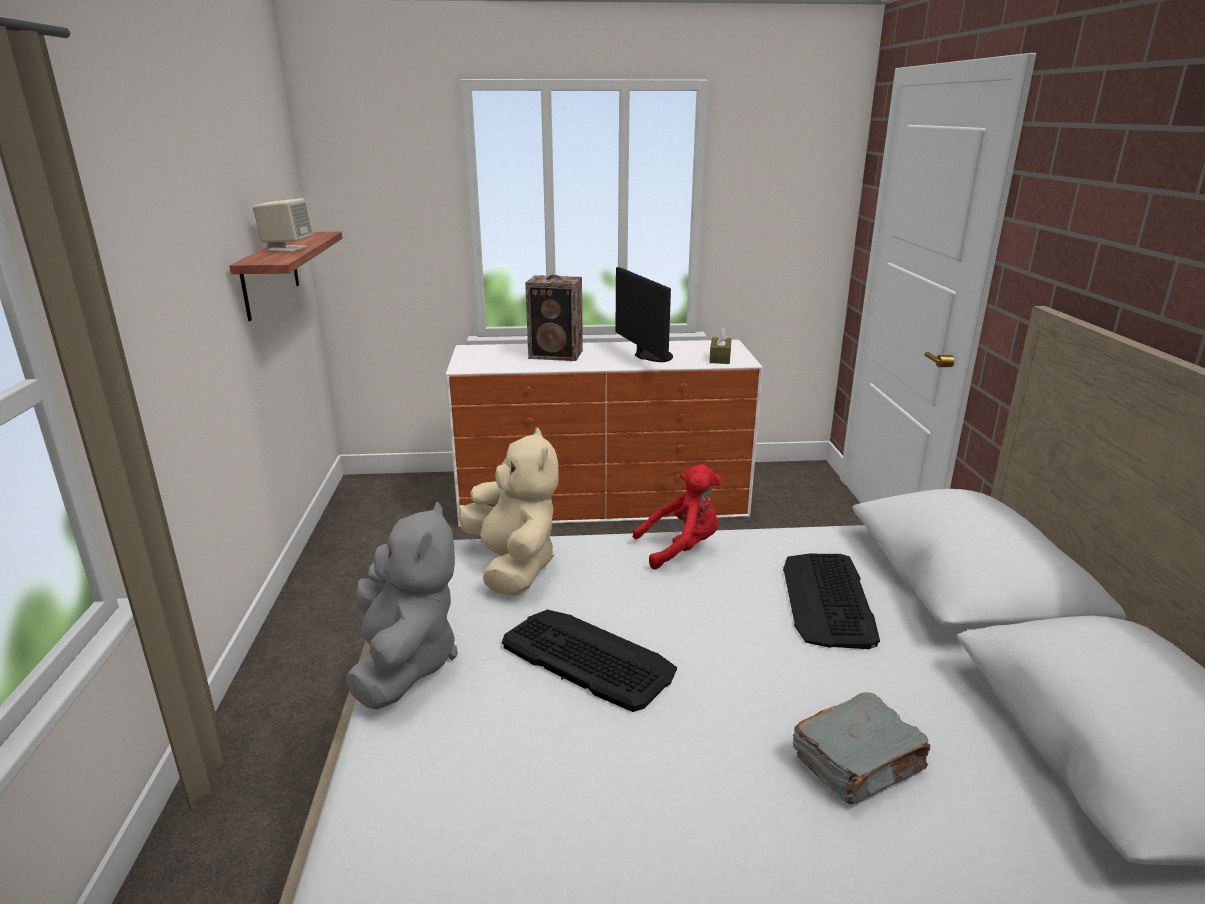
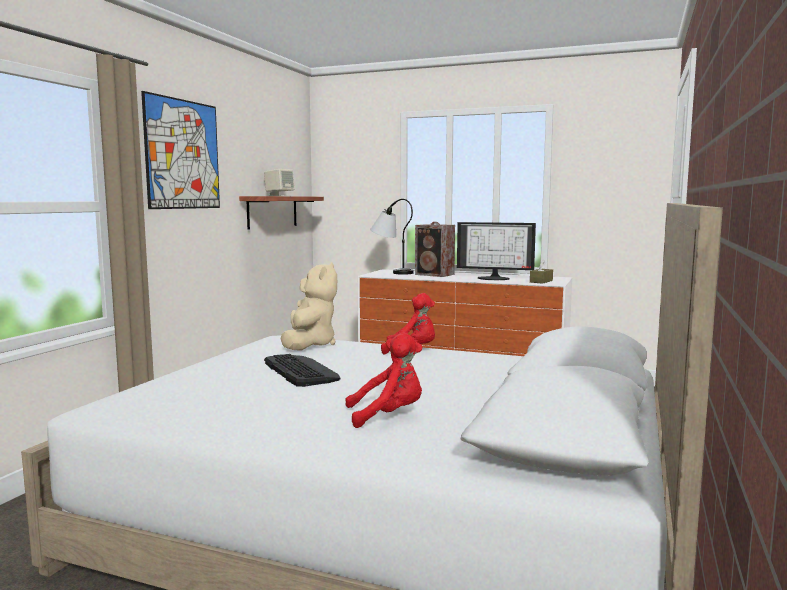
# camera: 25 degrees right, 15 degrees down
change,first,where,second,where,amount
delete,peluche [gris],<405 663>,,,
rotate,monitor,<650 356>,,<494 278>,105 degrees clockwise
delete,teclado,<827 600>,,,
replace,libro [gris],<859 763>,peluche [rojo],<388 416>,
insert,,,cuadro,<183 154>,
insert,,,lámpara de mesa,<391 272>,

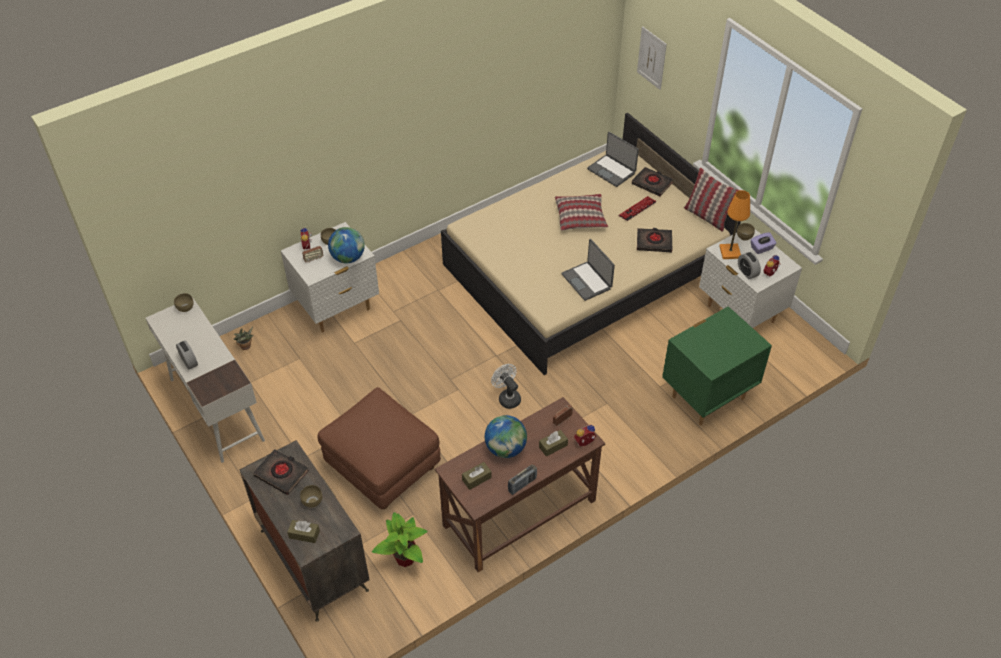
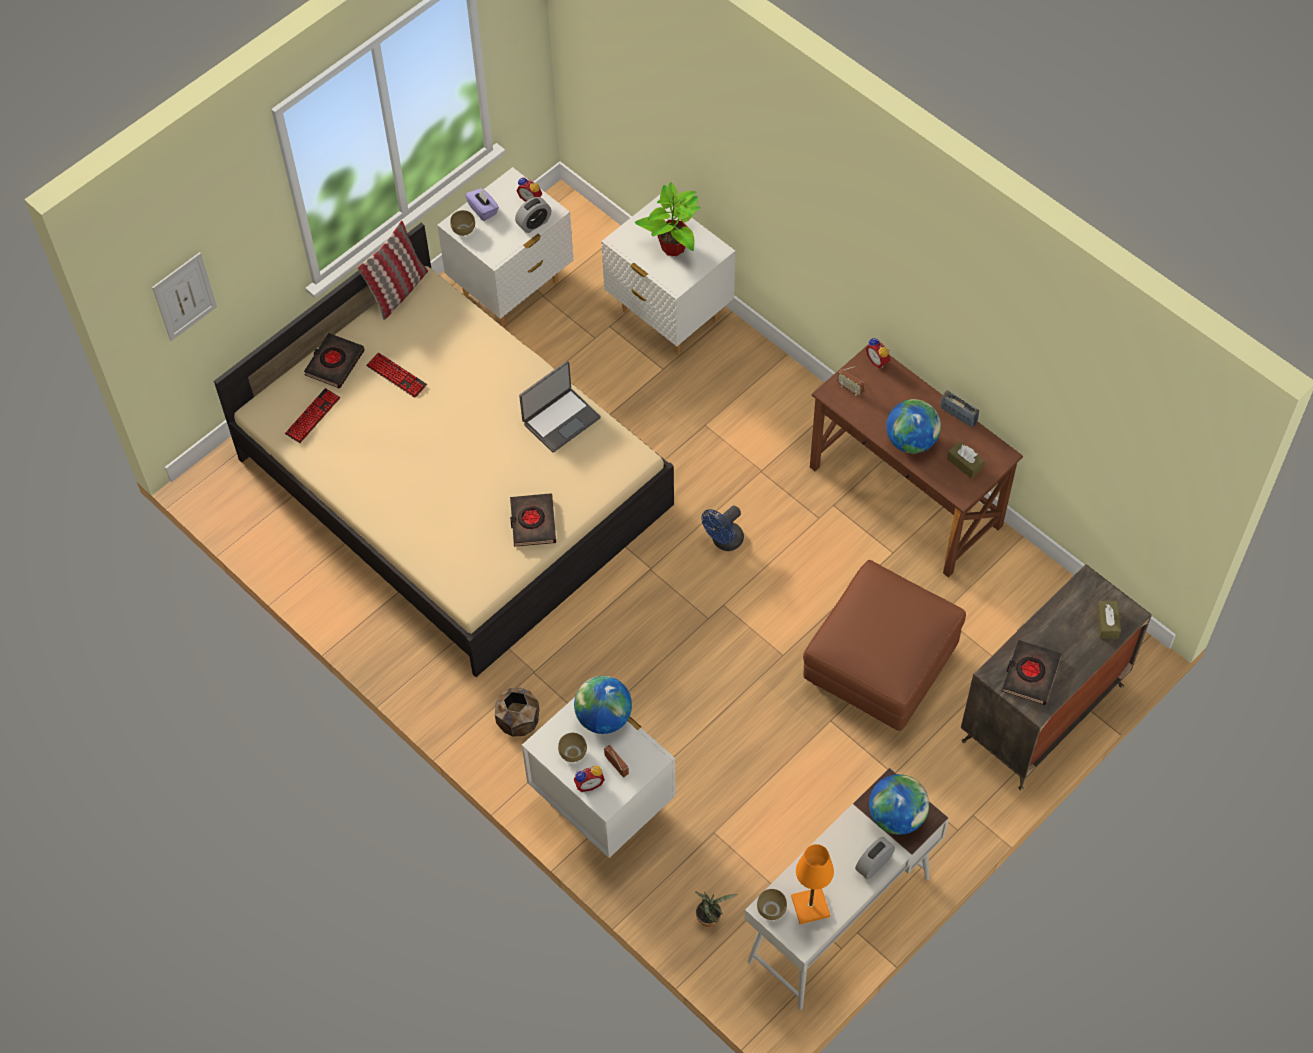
# camera: 100 degrees left, 10 degrees up
change,first,where,second,where,amount
delete,cuenco [marrón],<313 502>,,,
move,planta en maceta,<405 558>,,<673 247>,
recolor,ventilador [blanco],<507 397>,ventilador [azul],<724 542>,
delete,caja de pañuelos [marrón],<553 446>,,,
delete,cojín,<580 217>,,,
replace,portátil,<612 171>,teclado,<312 416>,
move,libro [negro],<654 242>,,<532 522>,
recolor,mesita de noche [verde],<707 397>,mesita de noche [blanco],<669 316>,
move,lámpara de mesa [naranja],<730 252>,,<810 906>,
insert,,,maceta [marrón],<517 722>,
insert,,,globo terráqueo,<896 816>,

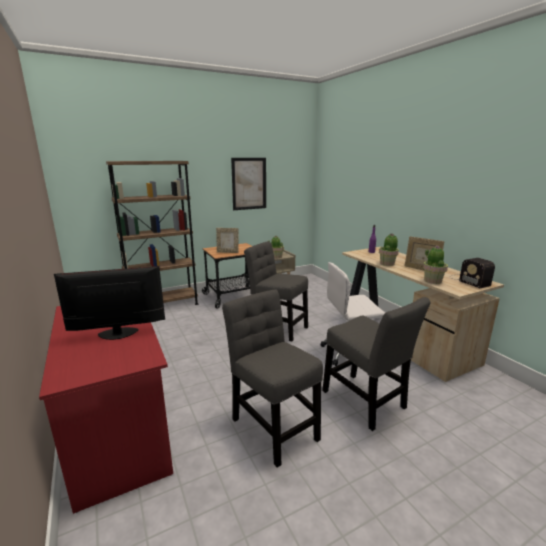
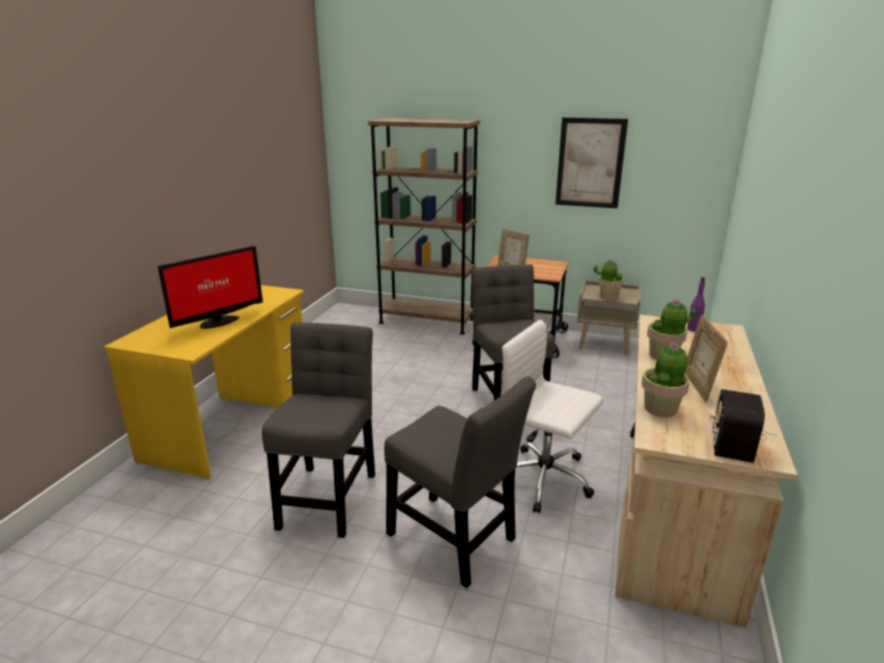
# camera: 45 degrees right, 5 degrees up
change,first,where,second,where,amount
recolor,escritorio [rojo],<118 426>,escritorio [amarillo],<231 420>,
rotate,monitor,<119 333>,,<217 322>,105 degrees clockwise
rotate,silla [gris],<366 402>,,<455 541>,60 degrees counterclockwise

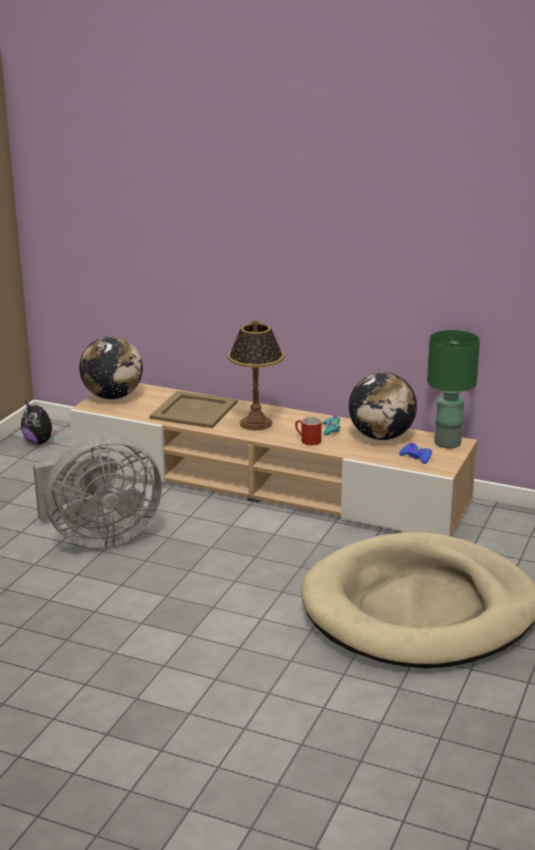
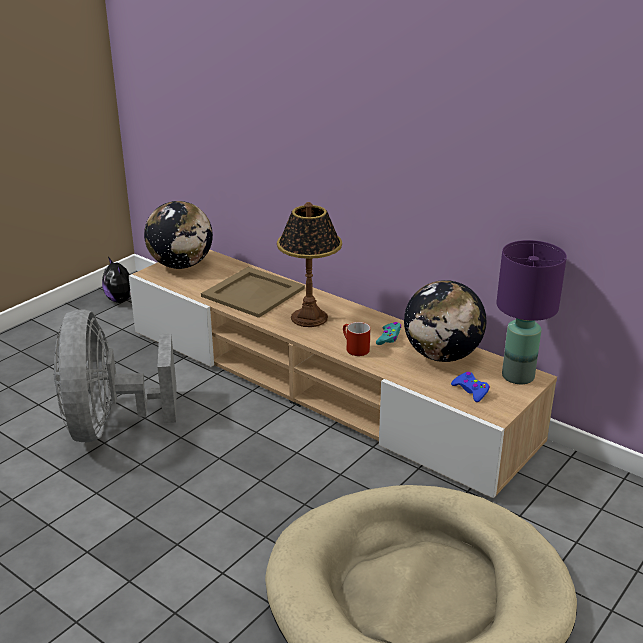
# camera: 15 degrees right, 5 degrees up
change,first,where,second,where,amount
rotate,ventilador [gris],<99 537>,,<110 425>,90 degrees clockwise
recolor,lámpara de mesa [verde],<447 443>,lámpara de mesa [morado],<517 376>,

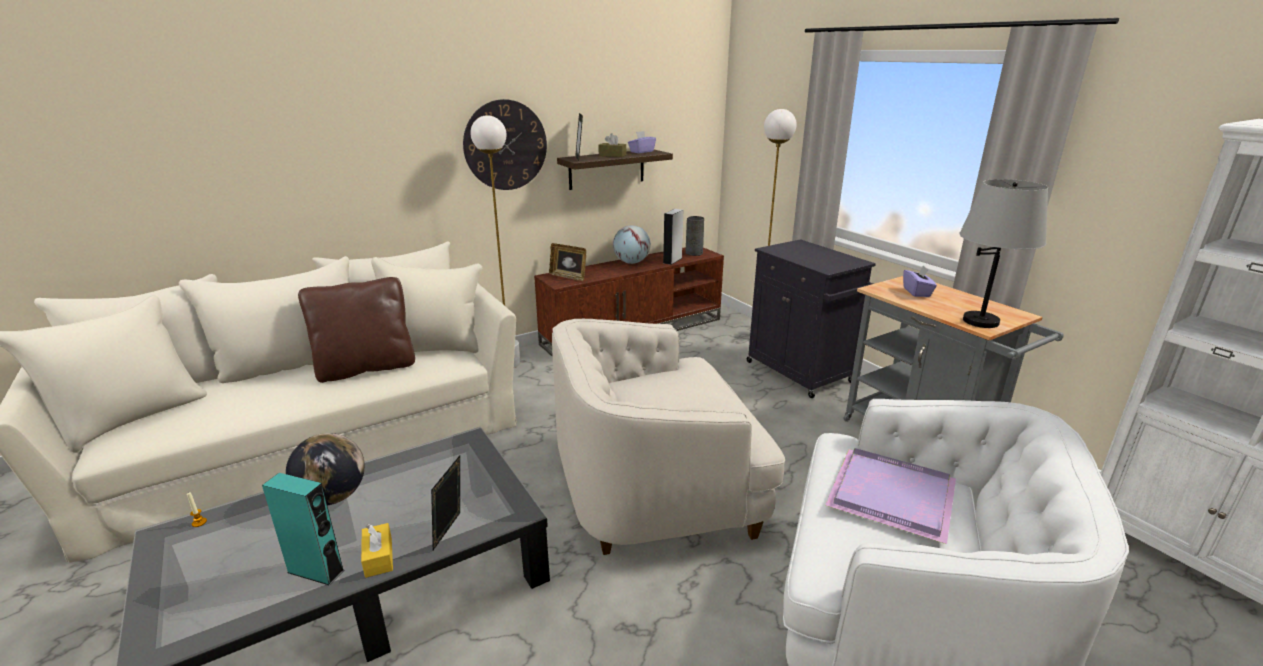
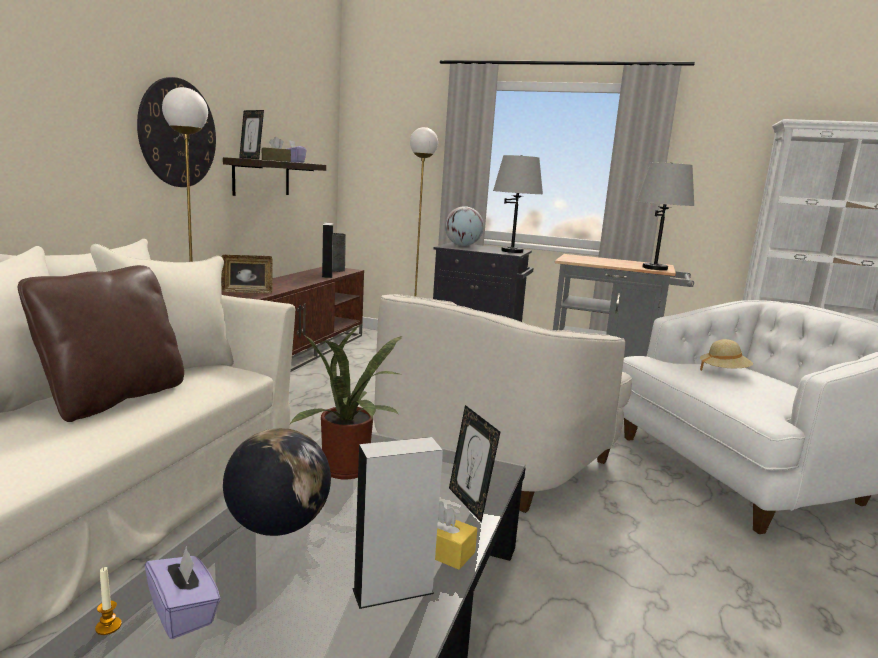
# camera: 40 degrees left, 10 degrees down
change,first,where,second,where,amount
recolor,altavoz [turquesa],<316 571>,altavoz [gris],<393 591>,
move,globo terráqueo,<631 262>,,<462 245>,
replace,bandeja [morado],<889 493>,sombrero [beis],<723 372>,
move,caja de pañuelos [morado],<917 292>,,<183 612>,
insert,,,planta en maceta,<349 471>,
insert,,,lámpara de mesa [gris],<512 251>,

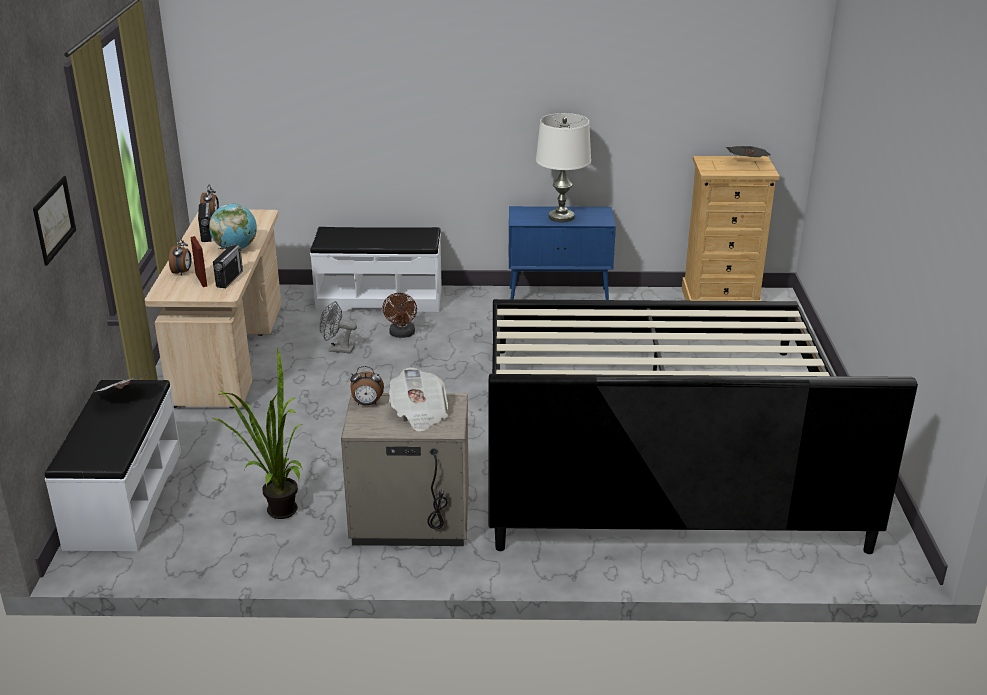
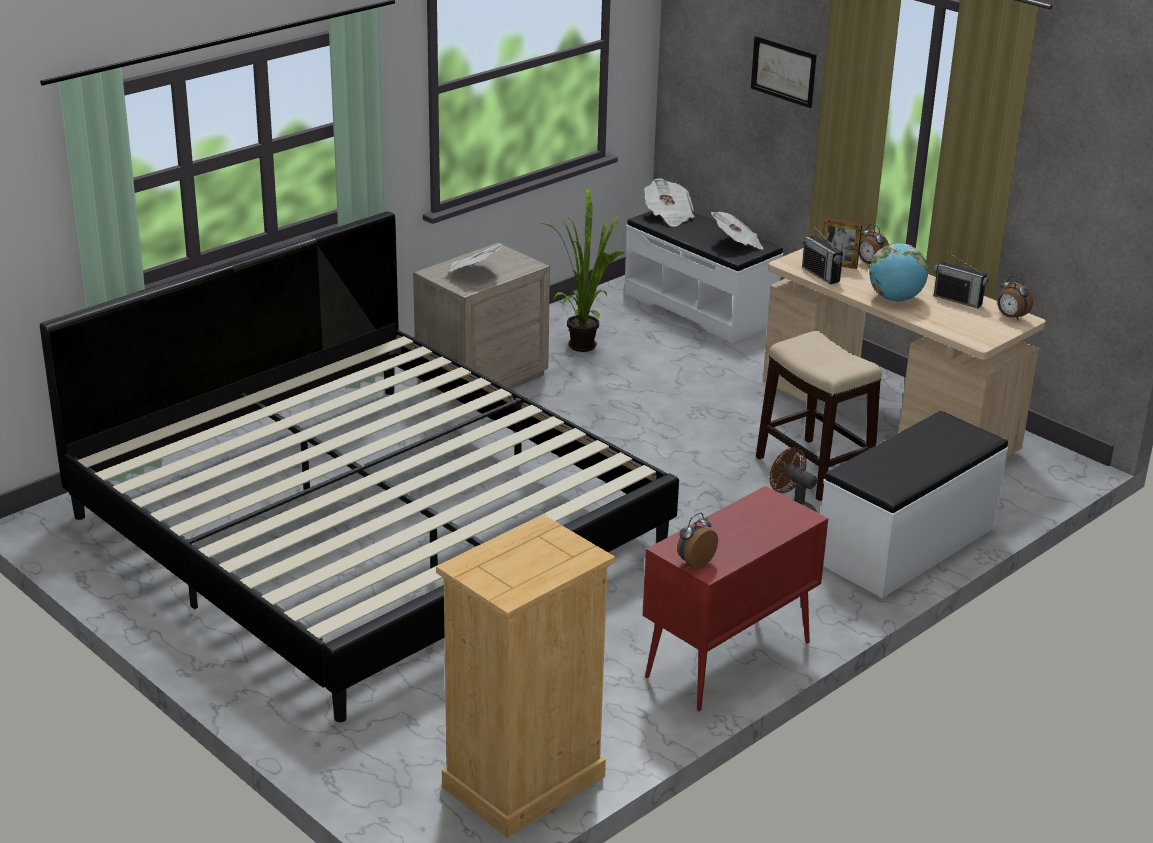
# camera: 135 degrees right, 0 degrees up
change,first,where,second,where,amount
replace,ventilador [gris],<337 349>,taburete,<813 469>,
move,despertador,<367 404>,,<694 562>,
recolor,armario [azul],<559 298>,armario [rojo],<727 660>,
delete,lámpara de mesa [blanco],<561 217>,,,
move,periódico,<747 163>,,<668 216>,

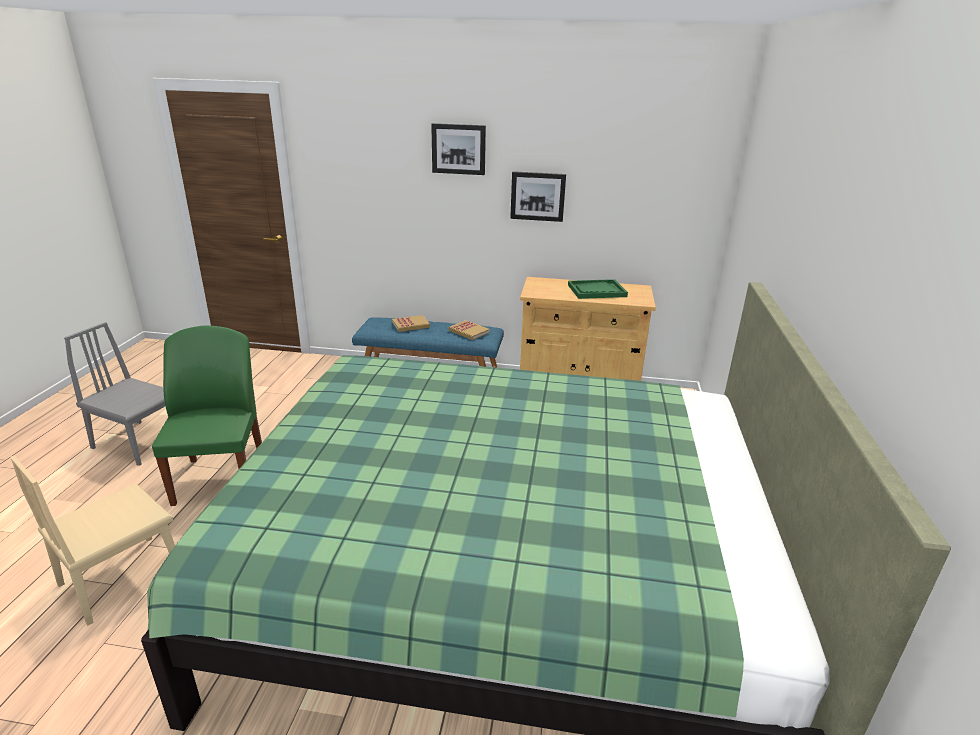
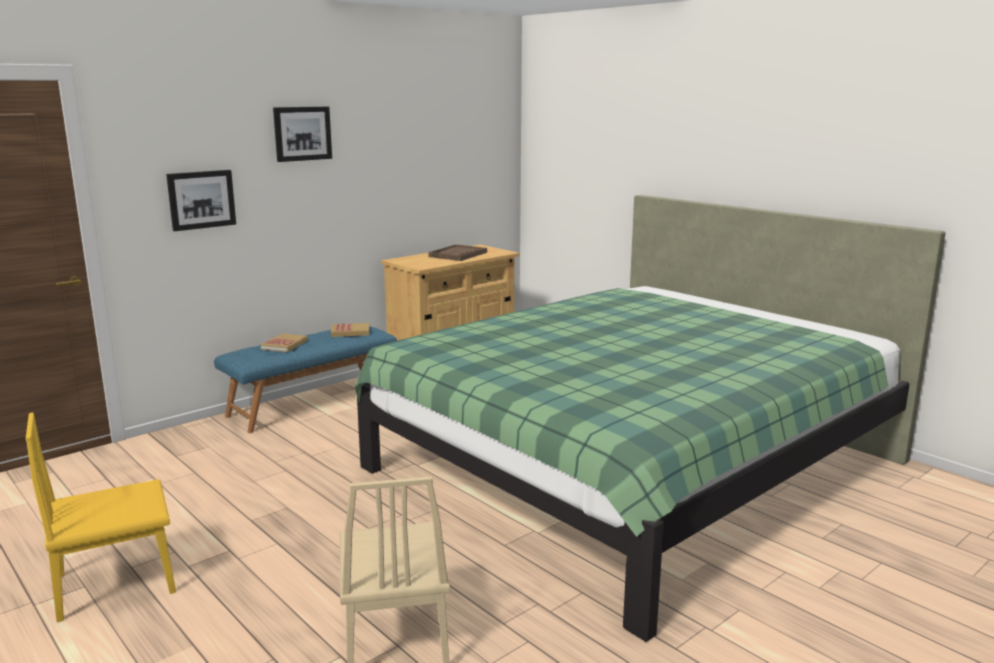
# camera: 50 degrees left, 10 degrees down
change,first,where,second,where,amount
recolor,silla [gris],<139 442>,silla [amarillo],<116 583>,
delete,silla [verde],<221 477>,,,
move,cuadro,<537 196>,,<201 199>,
recolor,bandeja [verde],<596 291>,bandeja [marrón],<458 254>,

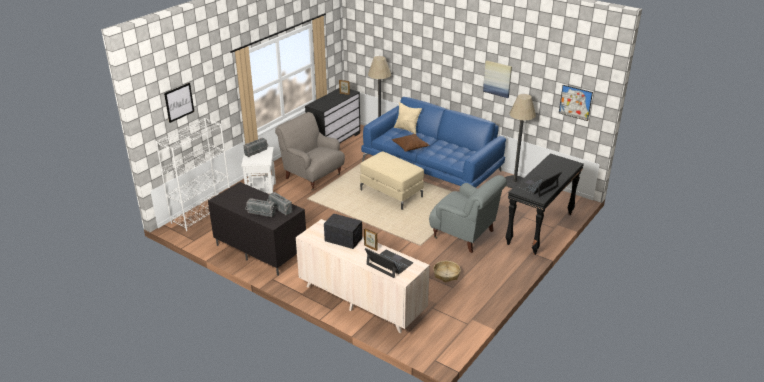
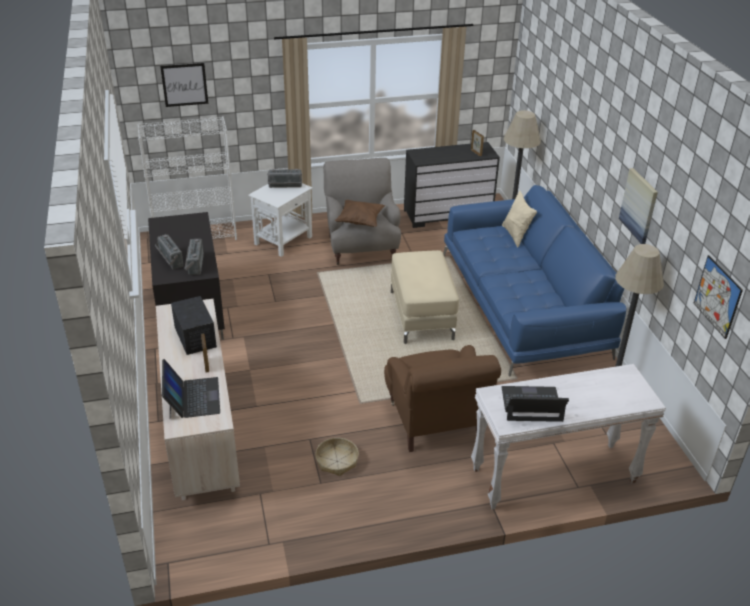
# camera: 40 degrees right, 5 degrees up
change,first,where,second,where,amount
move,cojín [marrón],<410 148>,,<360 221>,
recolor,sillón [gris],<464 235>,sillón [marrón],<435 422>,
recolor,mesa consola [negro],<540 229>,mesa consola [blanco],<553 477>,

